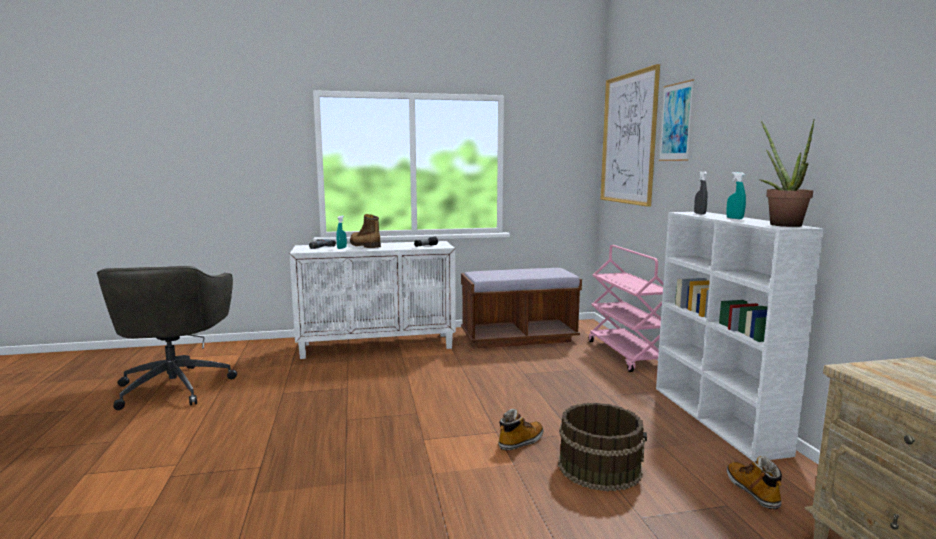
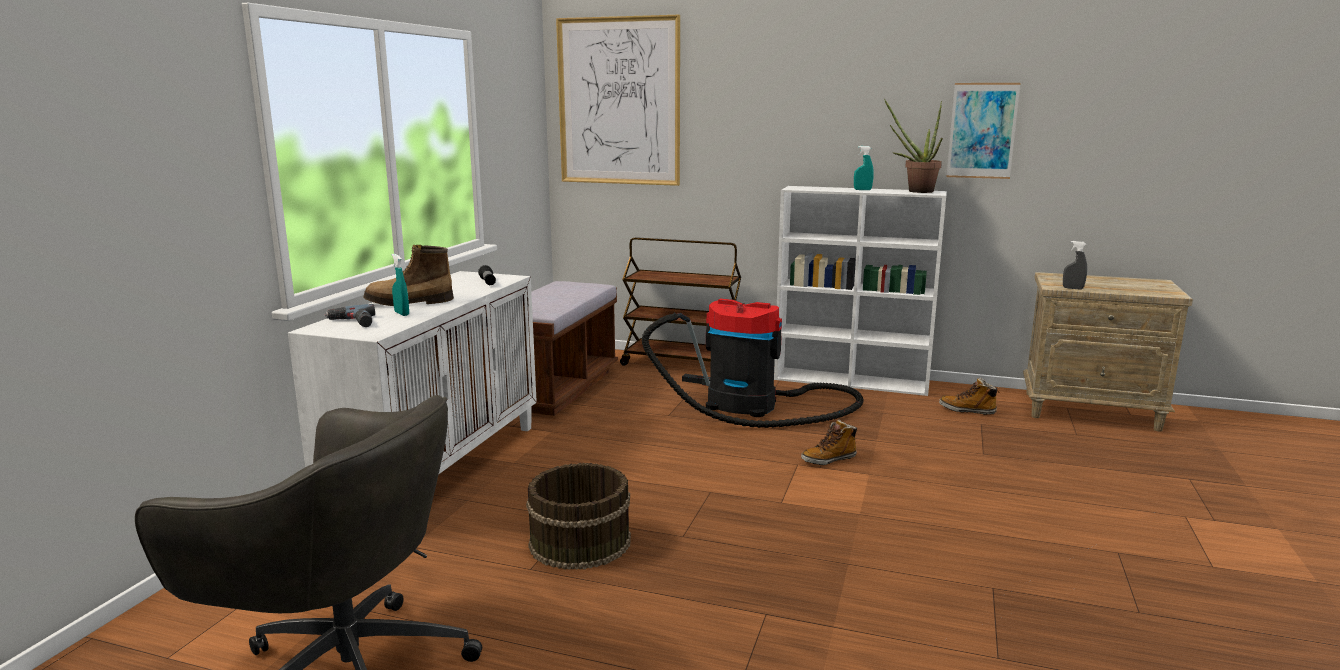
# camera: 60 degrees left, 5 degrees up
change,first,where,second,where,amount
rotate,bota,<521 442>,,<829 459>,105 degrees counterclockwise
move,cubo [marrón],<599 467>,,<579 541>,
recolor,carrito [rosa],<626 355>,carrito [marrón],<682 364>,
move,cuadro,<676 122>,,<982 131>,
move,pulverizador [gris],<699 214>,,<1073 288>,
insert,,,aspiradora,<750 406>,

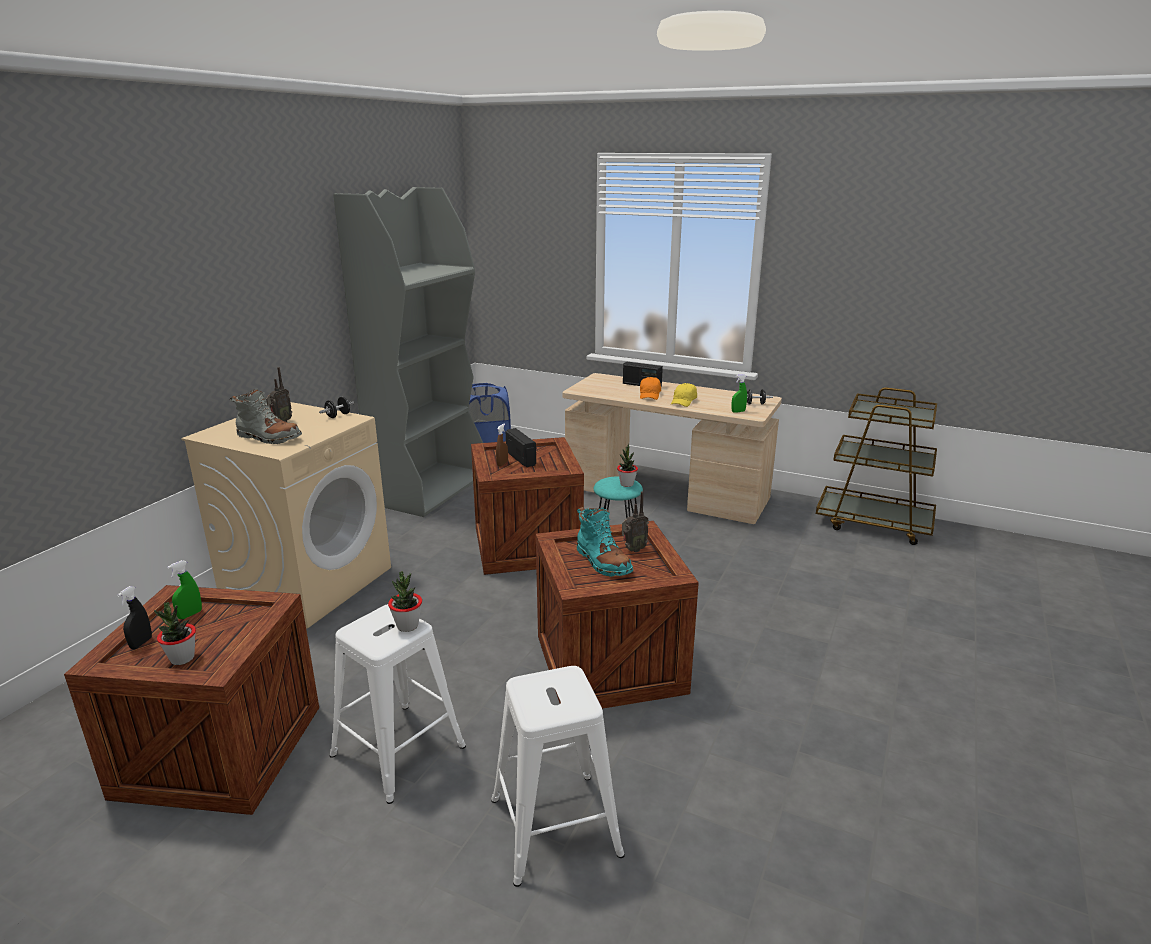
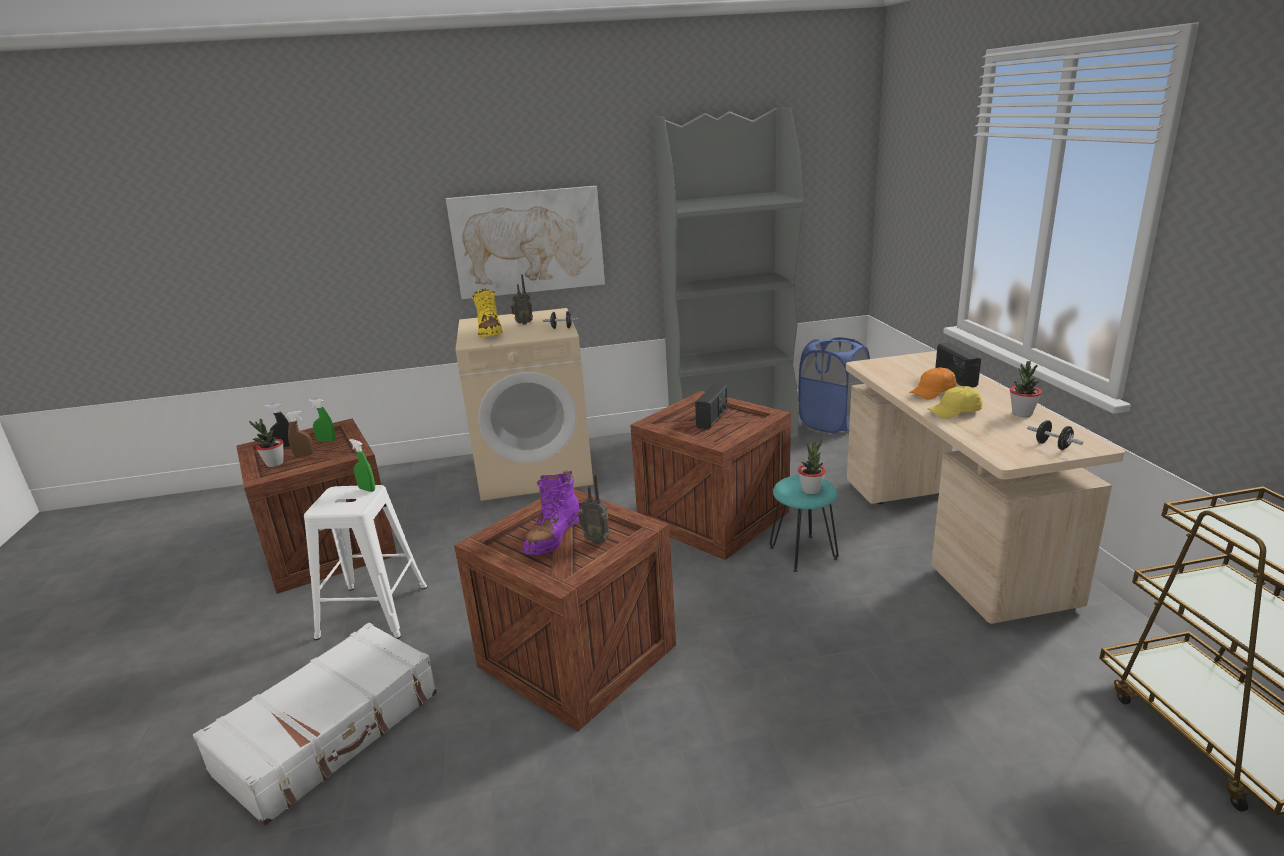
# camera: 55 degrees right, 0 degrees up
change,first,where,second,where,amount
recolor,bota [gris],<268 438>,bota [amarillo],<490 332>,
move,planta en maceta,<407 626>,,<1022 413>,
replace,taburete [blanco],<553 825>,maleta [blanco],<330 732>,
move,pulverizador [marrón],<502 464>,,<304 455>,
recolor,bota [turquesa],<602 562>,bota [morado],<553 536>,
move,pulverizador [verde],<738 411>,,<367 489>,
insert,,,cuadro,<528 242>,

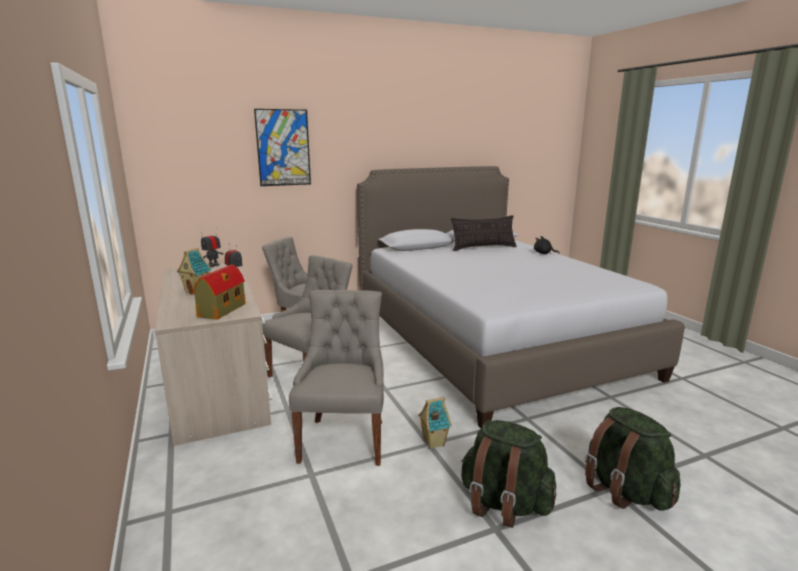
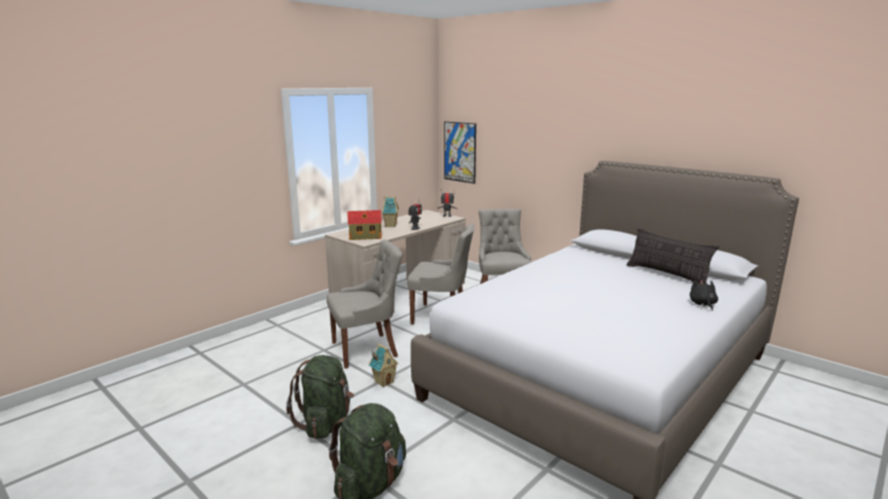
# camera: 65 degrees right, 0 degrees up
change,first,where,second,where,amount
move,cuadro,<283 148>,,<460 152>,

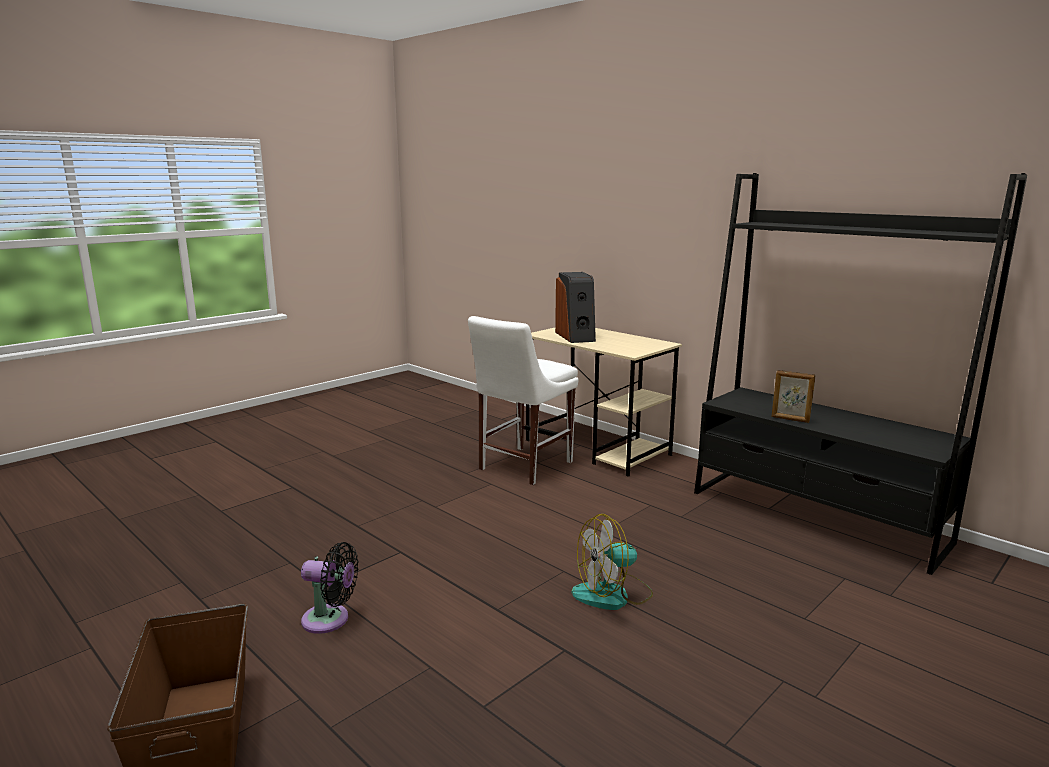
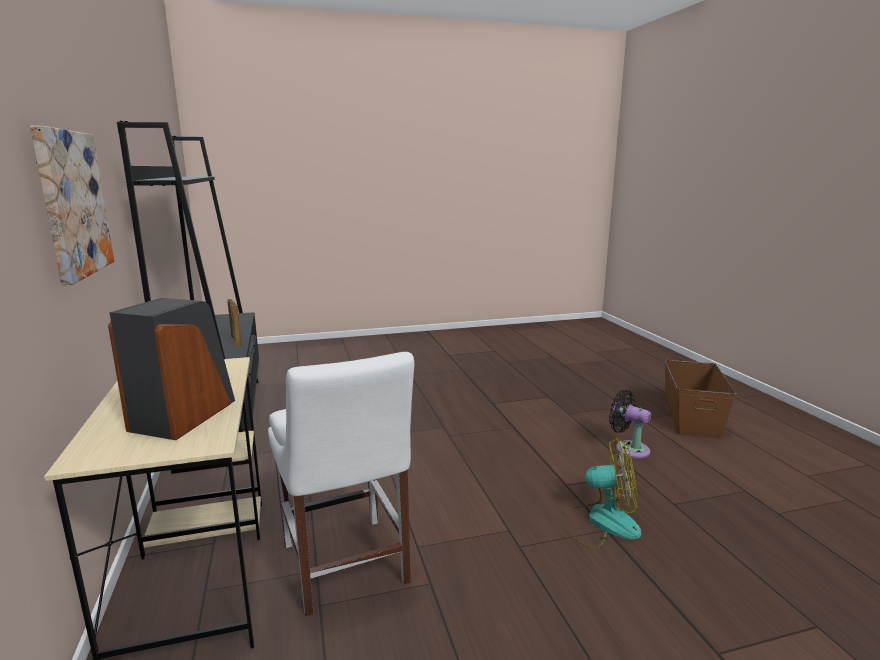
# camera: 150 degrees left, 0 degrees up
change,first,where,second,where,amount
rotate,silla [blanco],<522 466>,,<345 567>,90 degrees clockwise
move,ventilador,<612 594>,,<600 522>,
insert,,,cuadro,<72 204>,

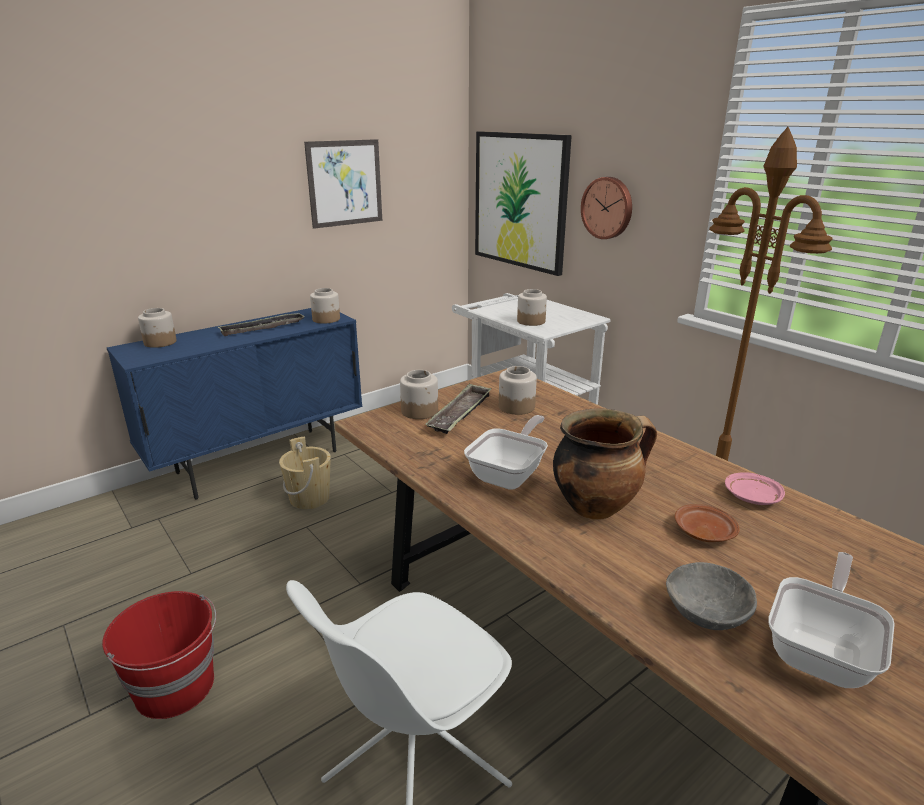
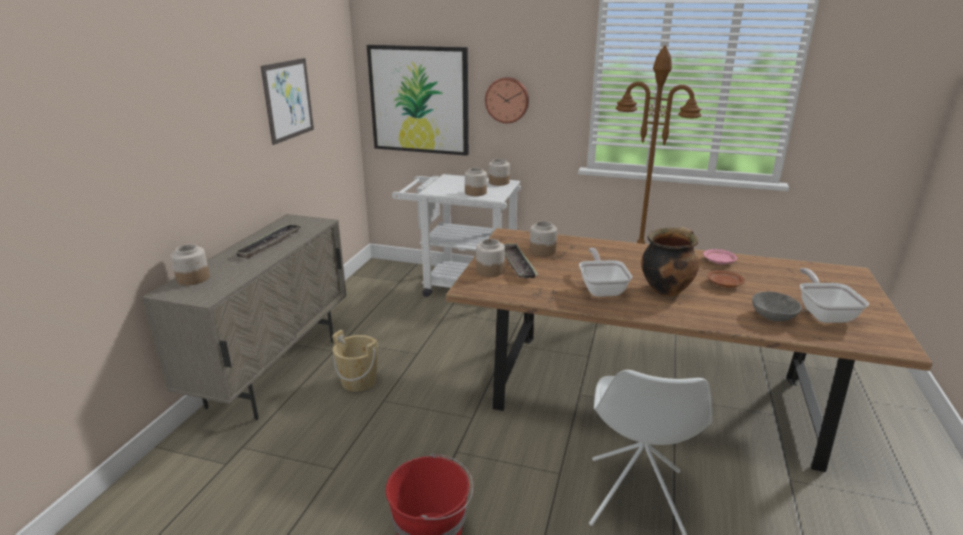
# camera: 35 degrees left, 0 degrees up
change,first,where,second,where,amount
recolor,armario [azul],<259 462>,armario [beis],<275 372>,
move,tarro,<326 319>,,<499 182>,

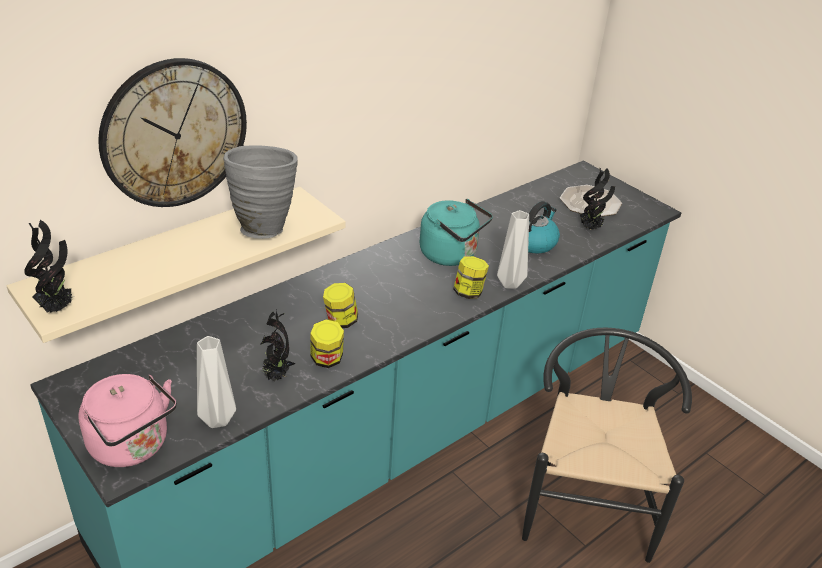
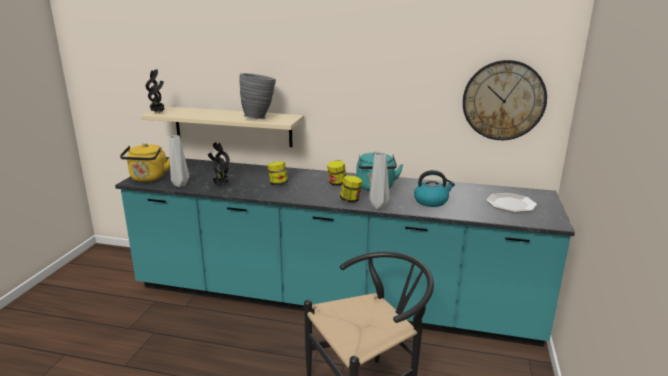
# camera: 55 degrees right, 15 degrees down
change,first,where,second,where,amount
recolor,hervidor [rosa],<133 446>,hervidor [amarillo],<148 178>,
move,reloj de pared,<174 133>,,<503 100>,
move,tarro,<327 360>,,<336 183>,
delete,planta en maceta,<591 228>,,,

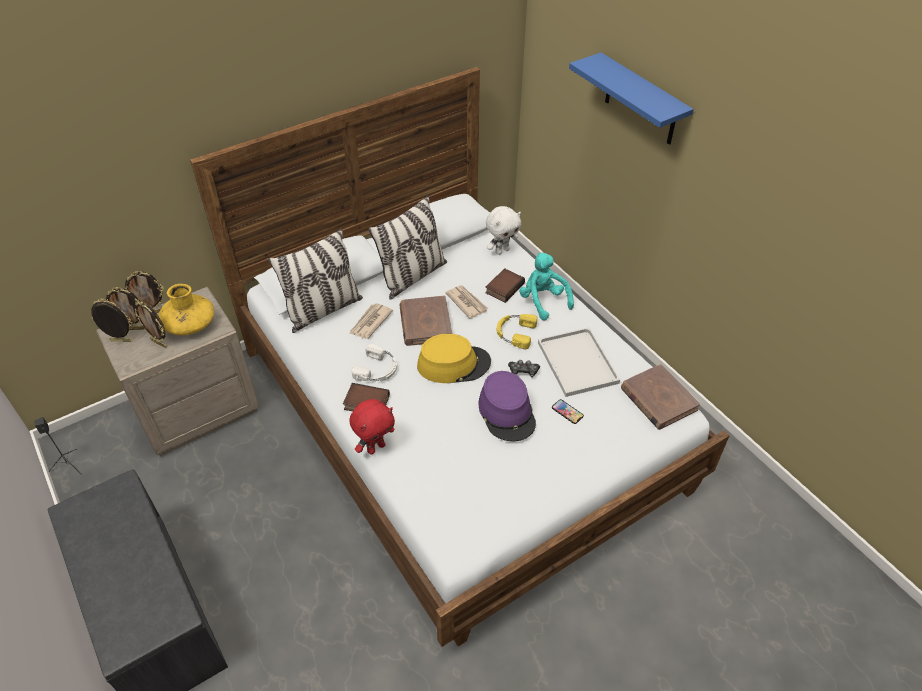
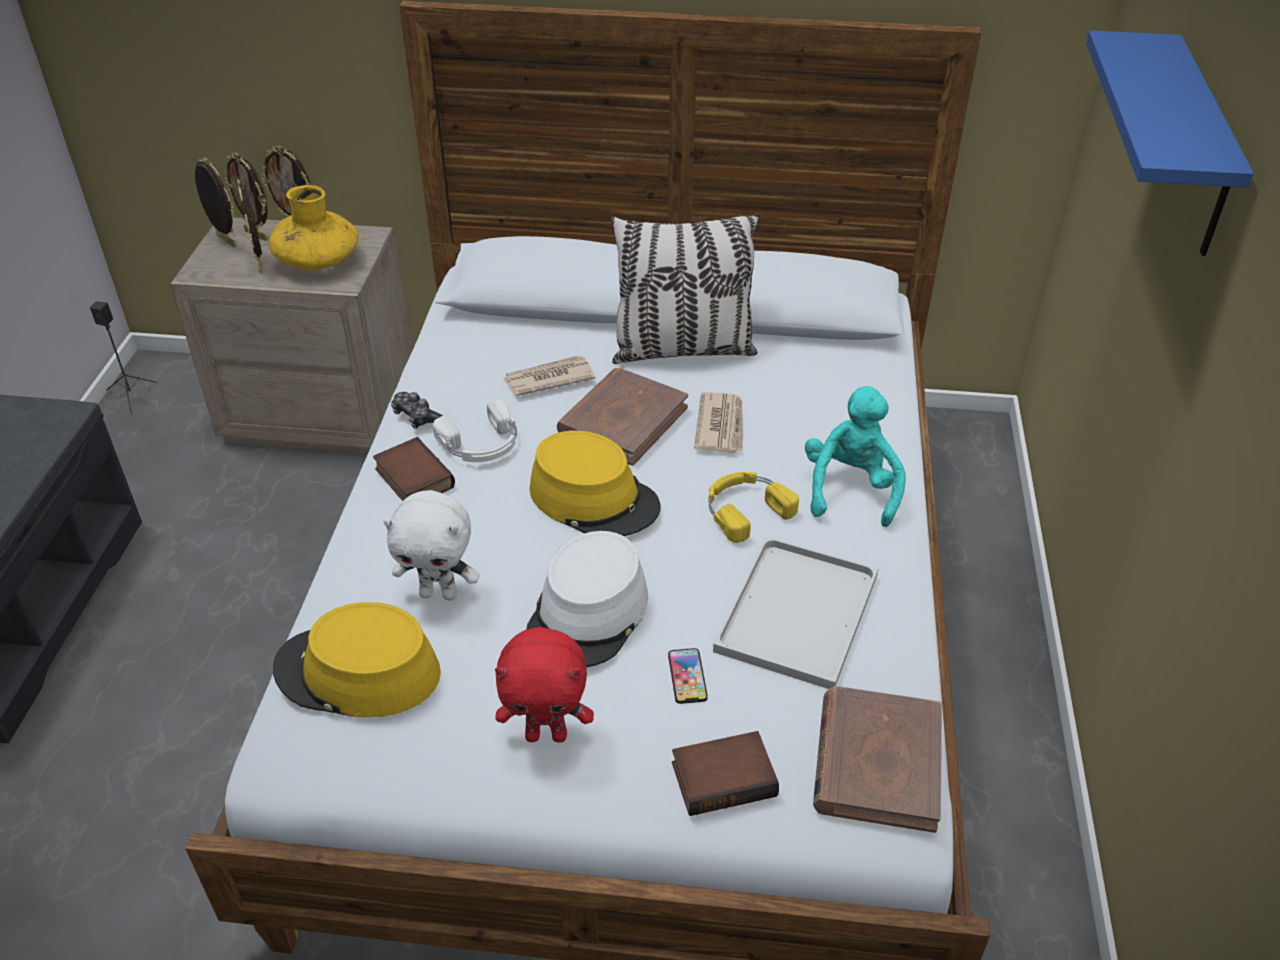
# camera: 40 degrees right, 5 degrees down
change,first,where,second,where,amount
delete,cojín,<323 310>,,,
move,peluche [rojo],<376 447>,,<547 734>,
recolor,sombrero [morado],<507 412>,sombrero [blanco],<588 614>,
move,libro,<504 287>,,<724 777>,
move,peluche [blanco],<502 250>,,<439 593>,
move,mando de consola,<523 371>,,<417 417>,
insert,,,sombrero [amarillo],<357 672>,

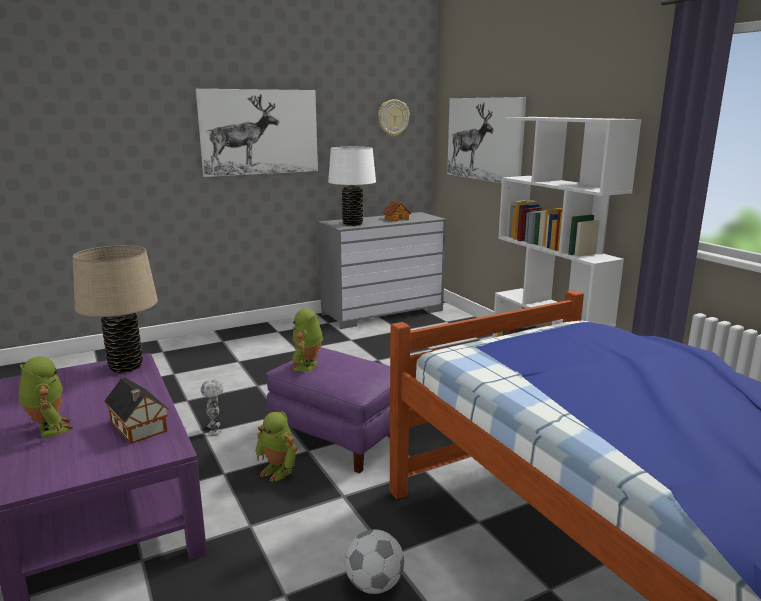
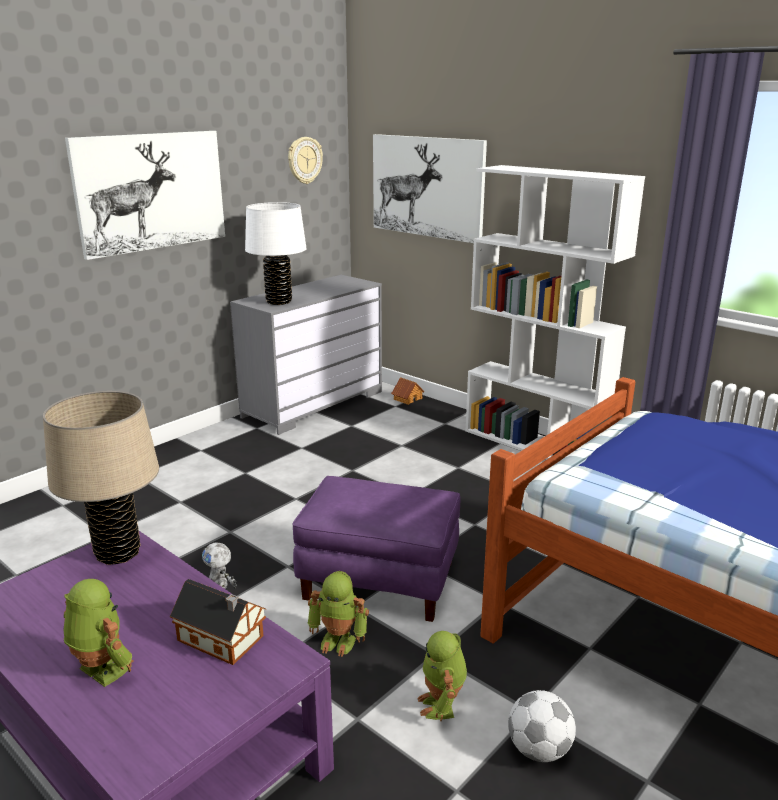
# camera: 20 degrees left, 5 degrees up
change,first,where,second,where,amount
move,robot de juguete,<307 367>,,<442 705>,
move,casita,<396 219>,,<407 399>,

